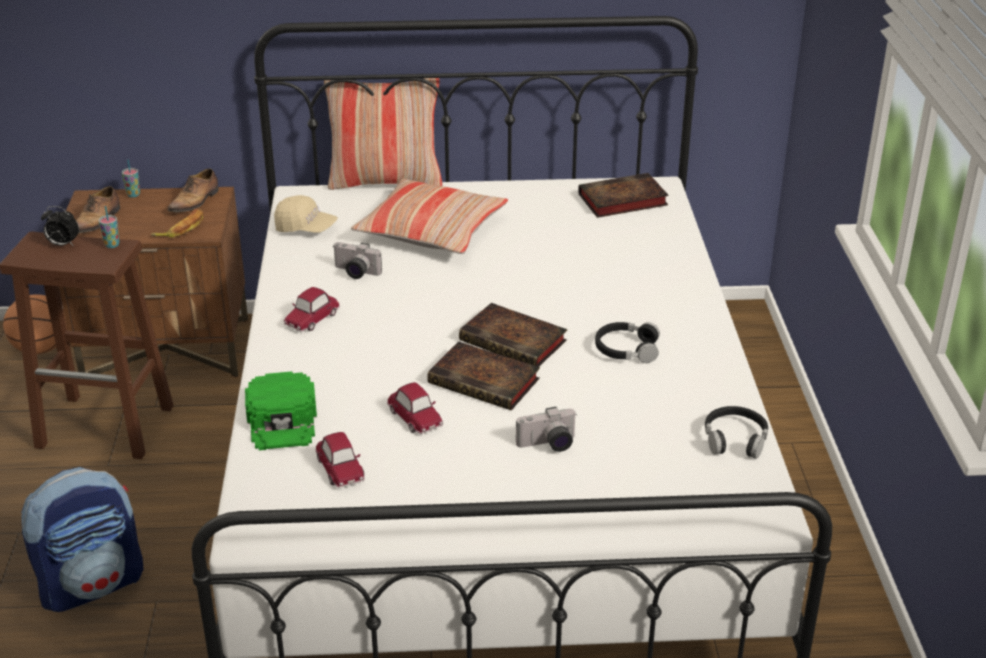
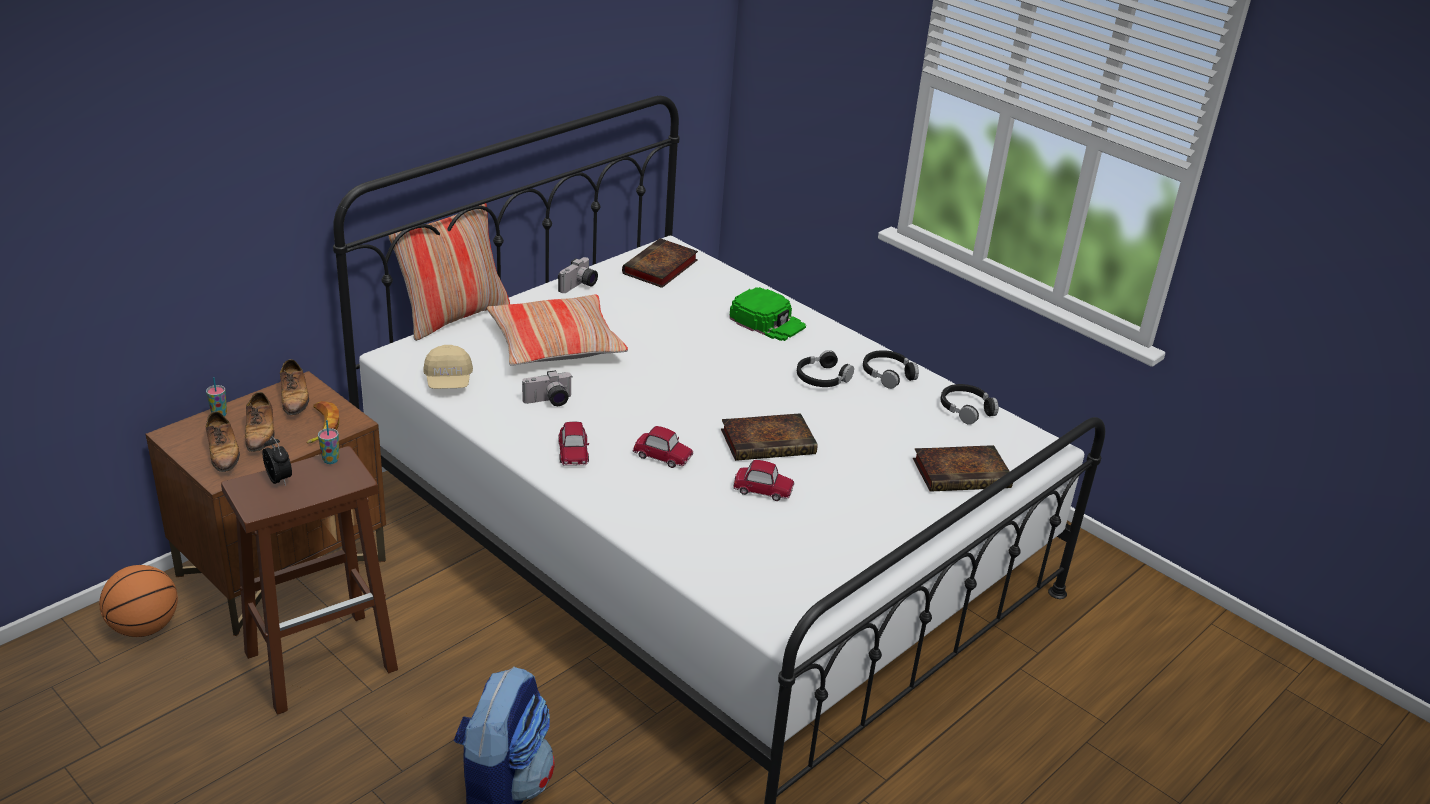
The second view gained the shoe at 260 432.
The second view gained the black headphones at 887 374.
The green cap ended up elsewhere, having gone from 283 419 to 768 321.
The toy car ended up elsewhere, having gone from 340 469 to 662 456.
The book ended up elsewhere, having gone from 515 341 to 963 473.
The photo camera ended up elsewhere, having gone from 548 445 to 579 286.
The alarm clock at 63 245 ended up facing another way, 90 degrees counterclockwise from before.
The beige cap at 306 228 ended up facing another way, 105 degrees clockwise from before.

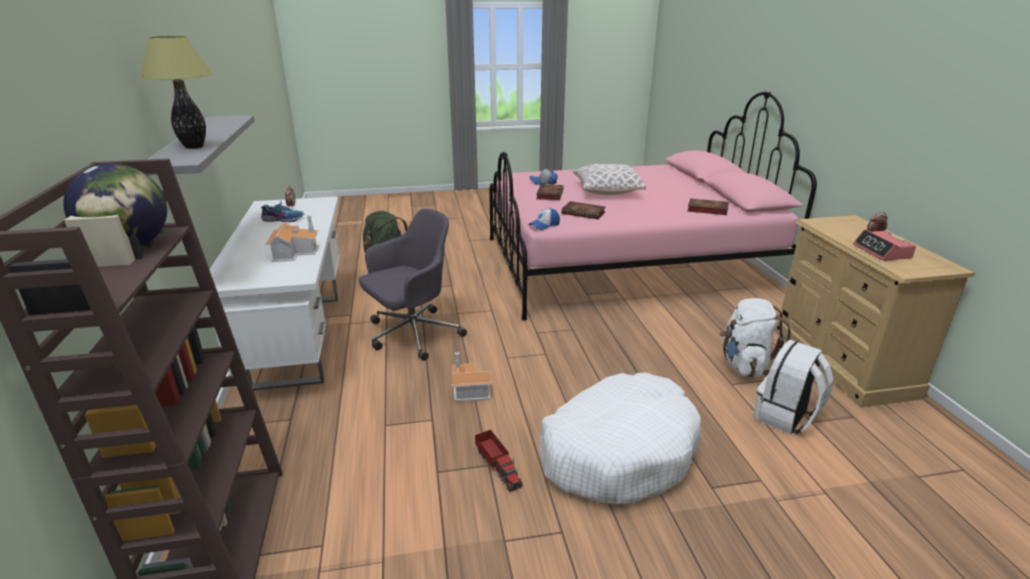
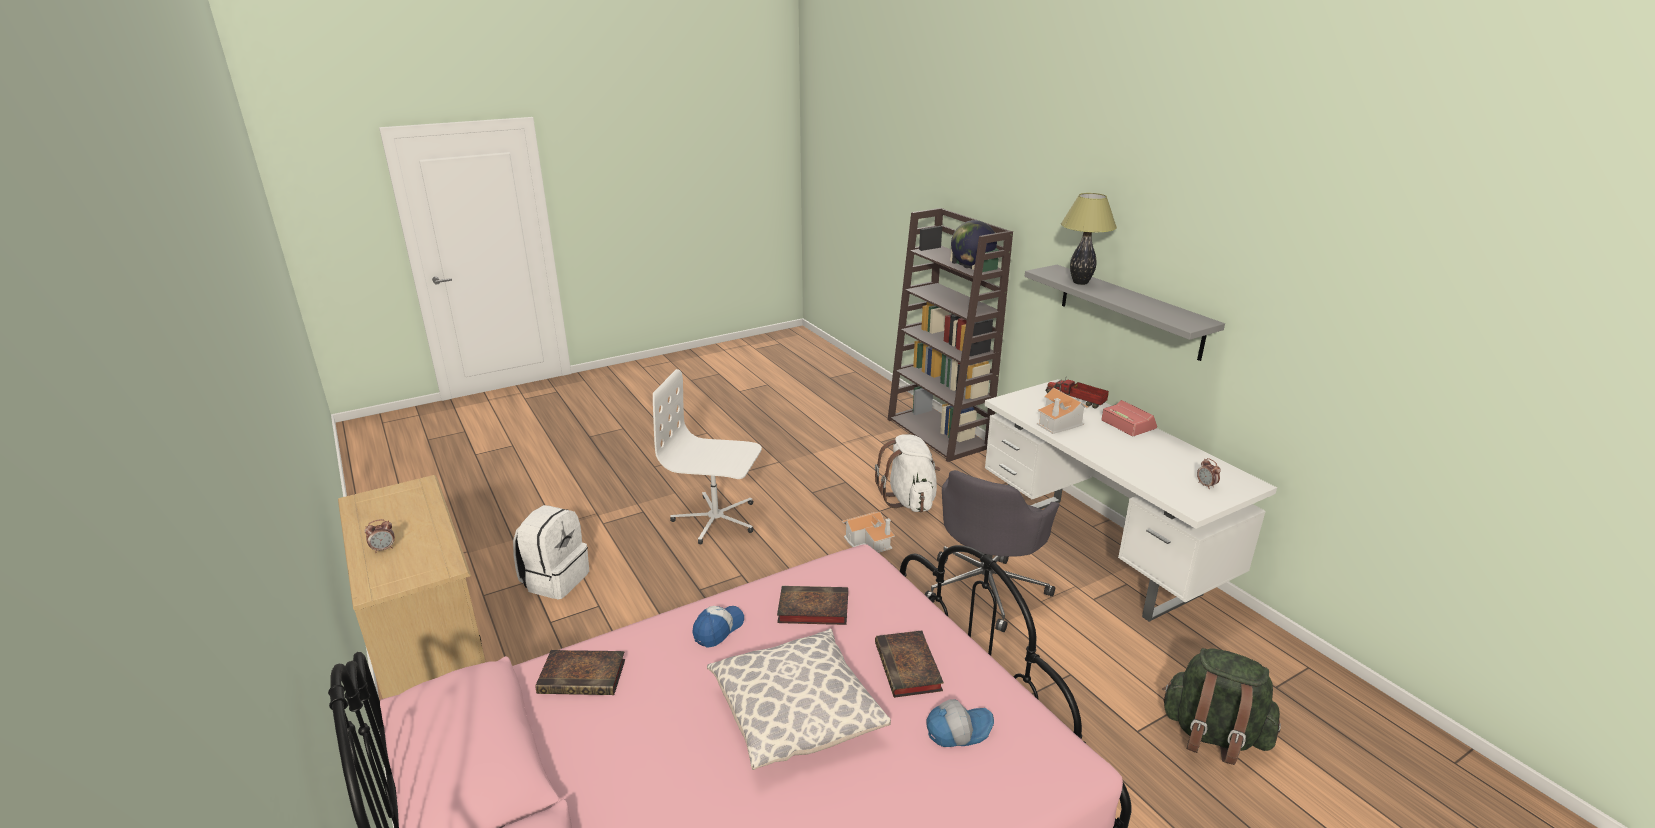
The second view lost the shoe at 283 219.
The toy truck ended up elsewhere, having gone from 498 466 to 1076 399.
The cap ended up elsewhere, having gone from 544 225 to 718 629.
The white backpack ended up elsewhere, having gone from 745 365 to 909 500.
The alarm clock ended up elsewhere, having gone from 882 252 to 1128 424.
Where the white dog bed stood at 618 451, the white office chair came to stand at 716 520.

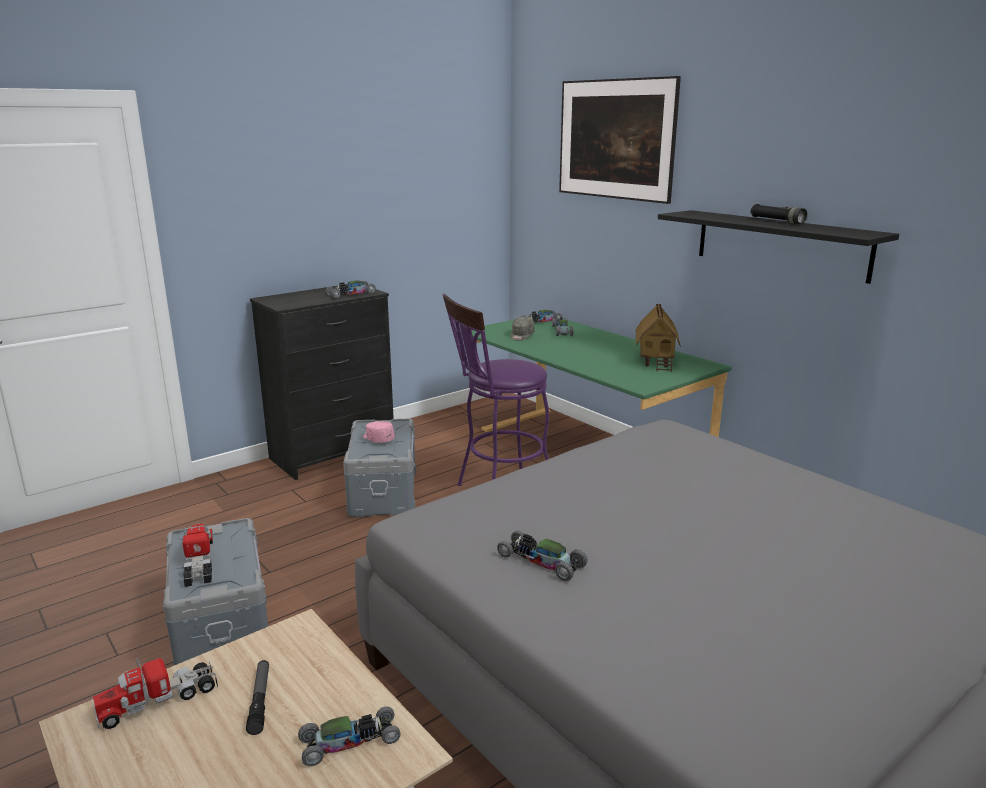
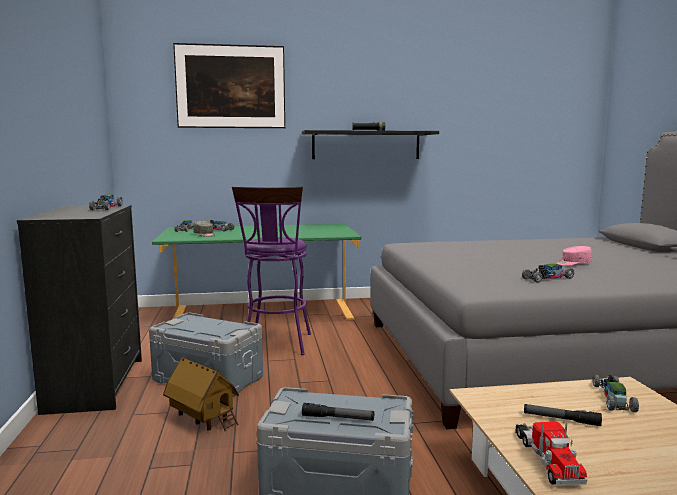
The pink cap ended up elsewhere, having gone from 378 439 to 573 263.
The toy house ended up elsewhere, having gone from 656 361 to 203 419.
Where the toy truck stood at 199 562, the flashlight came to stand at 338 418.

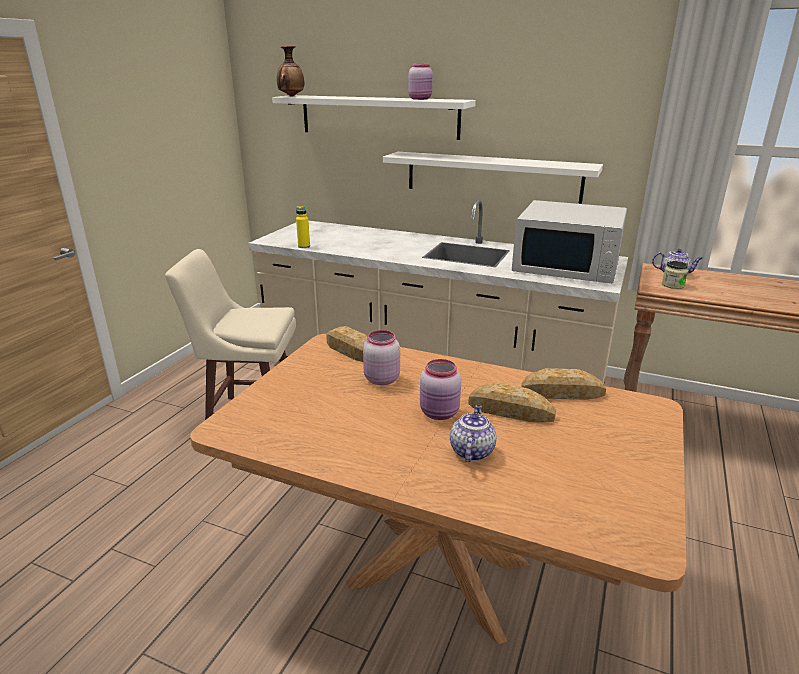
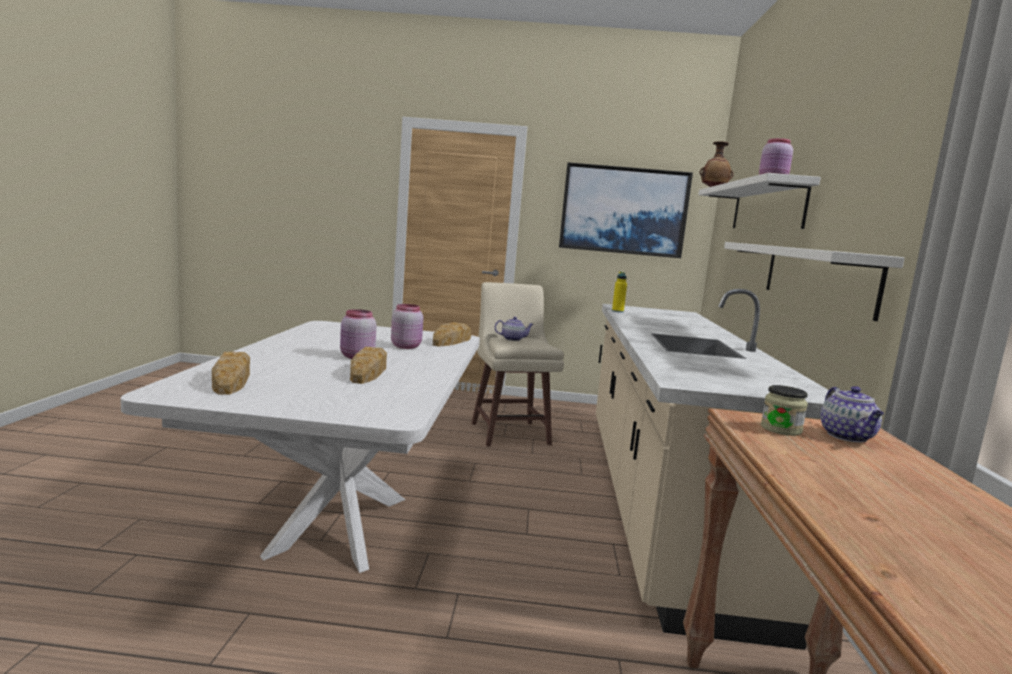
The second view lost the white microwave at 568 266.
The second view gained the picture at 623 210.
The teapot ended up elsewhere, having gone from 471 451 to 513 339.
The bread ended up elsewhere, having gone from 562 392 to 231 381.
What was the brown dining table at 438 572 turned into the white dining table at 342 524.

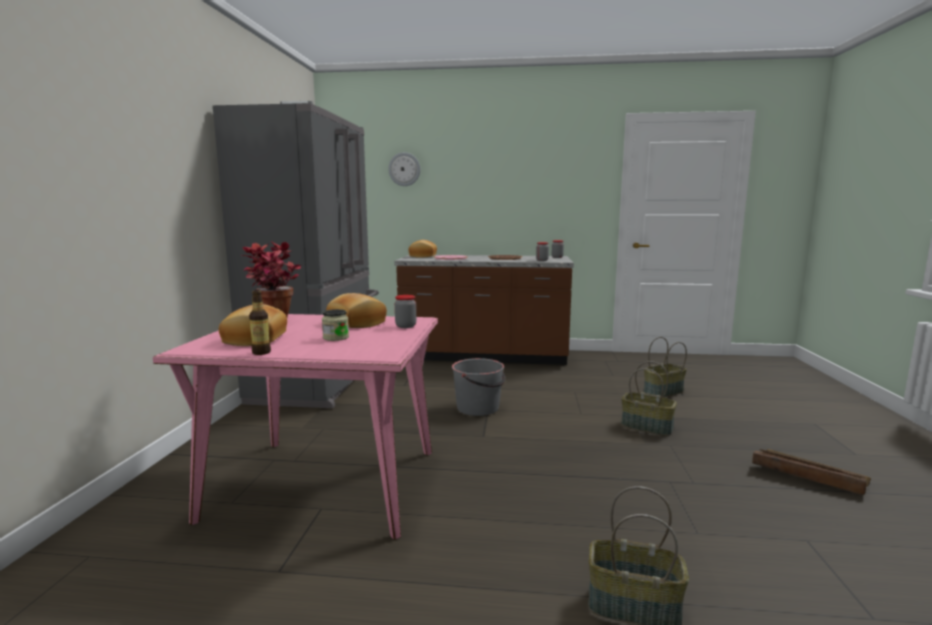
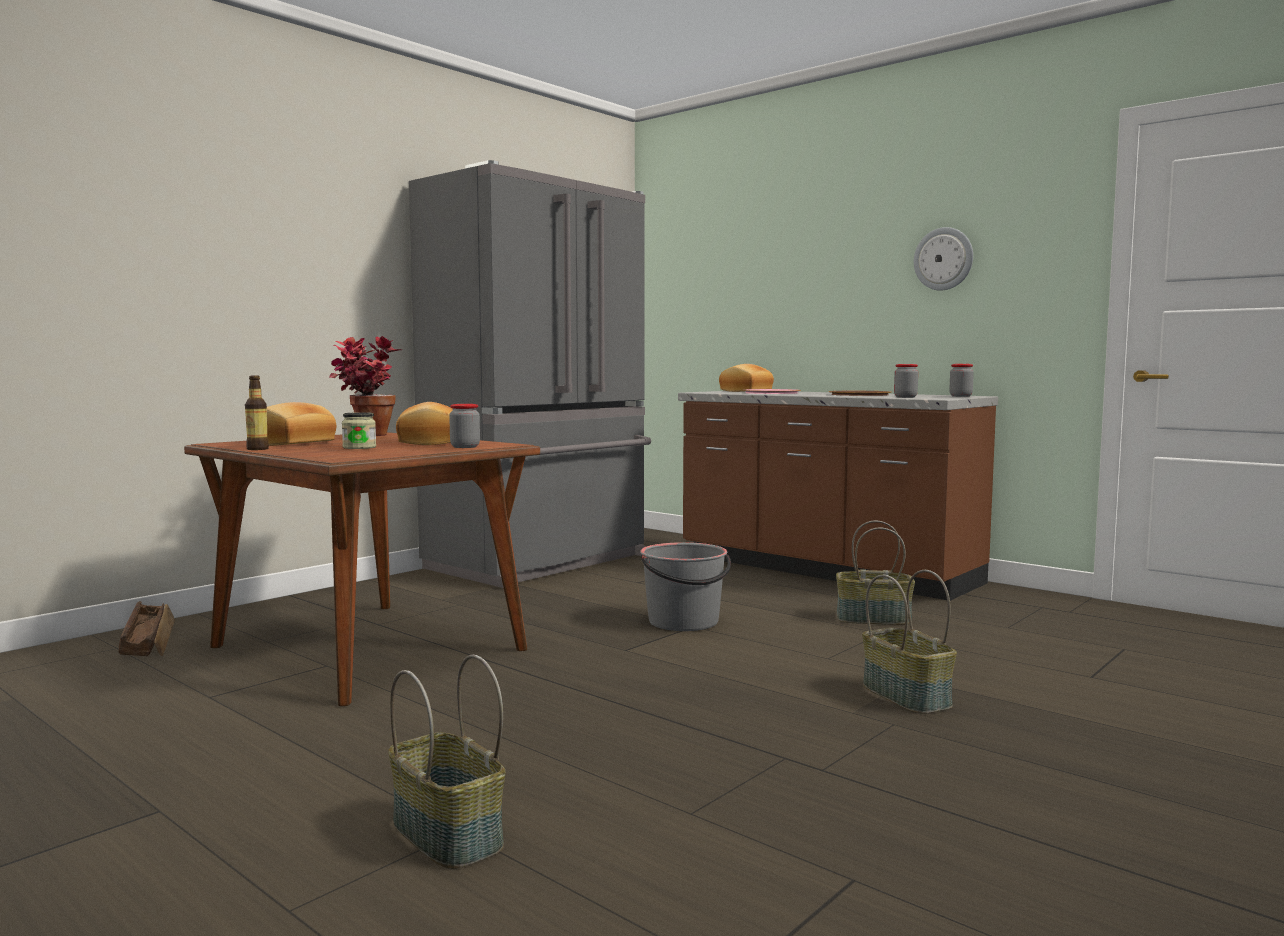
The wall clock ended up elsewhere, having gone from 404 169 to 943 259.
The basket ended up elsewhere, having gone from 663 392 to 873 619.
The crate ended up elsewhere, having gone from 806 478 to 149 639.
What was the pink dining table at 324 484 turned into the brown dining table at 367 648.

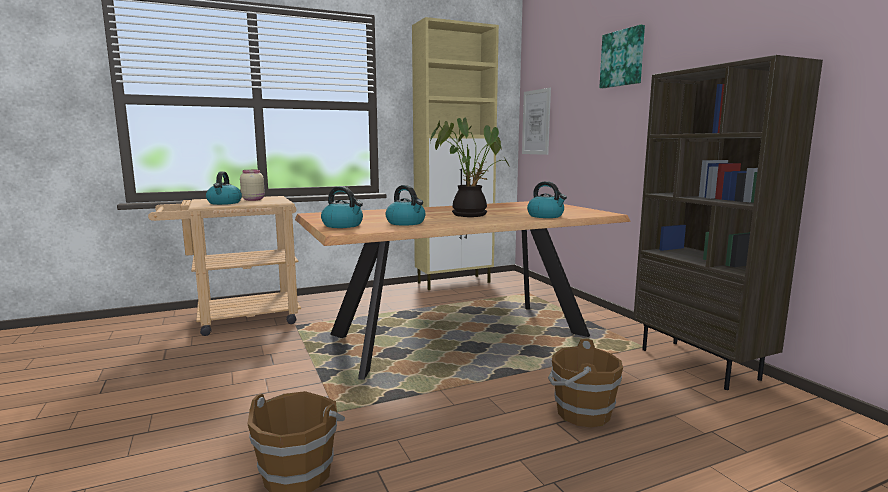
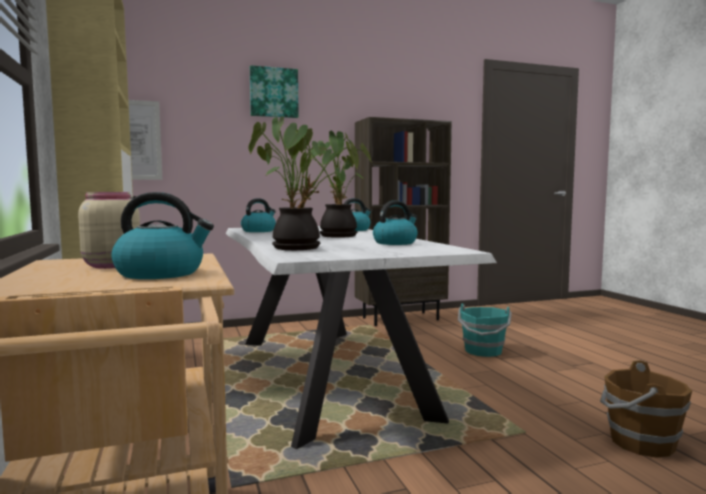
The second view gained the potted plant at 300 247.
The kettle ended up elsewhere, having gone from 343 225 to 259 231.
What was the brown dining table at 460 336 turned into the white dining table at 327 376.
What was the brown bucket at 581 413 turned into the turquoise bucket at 483 351.

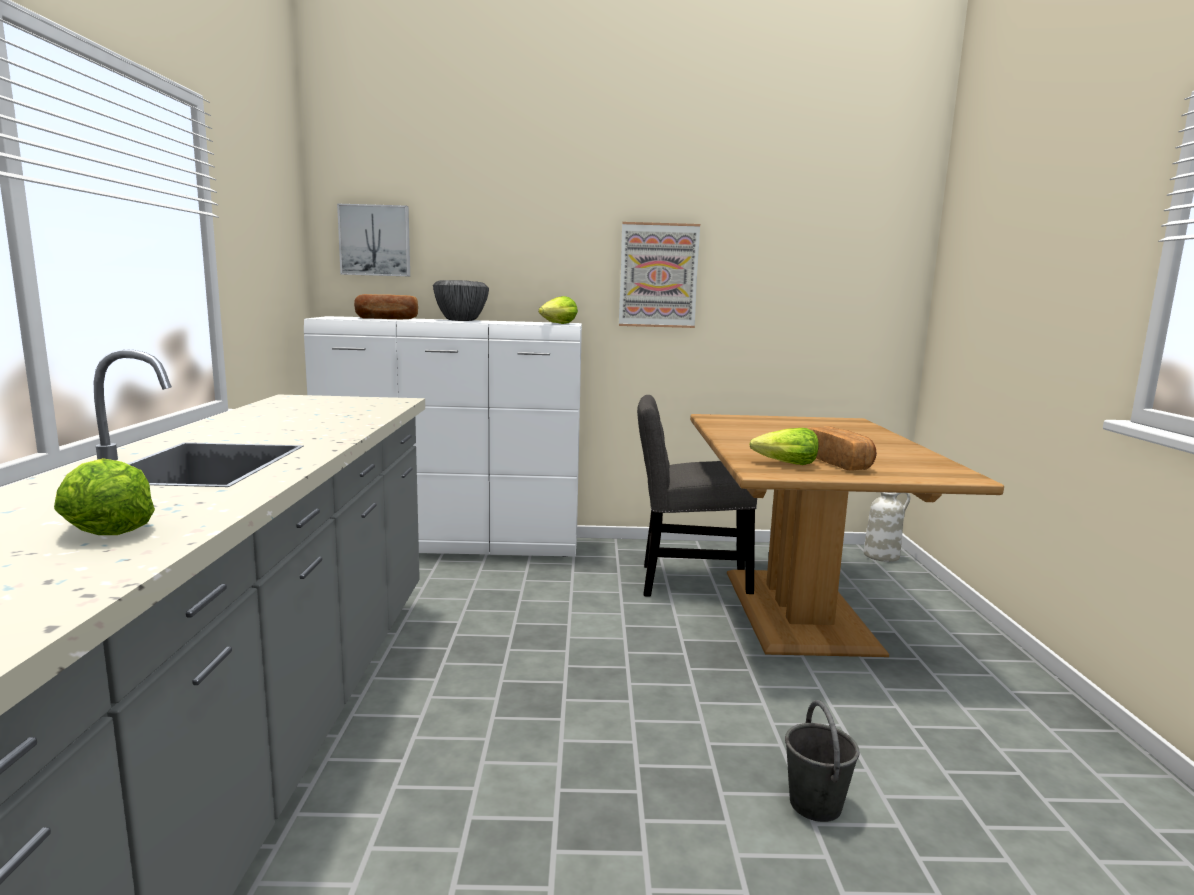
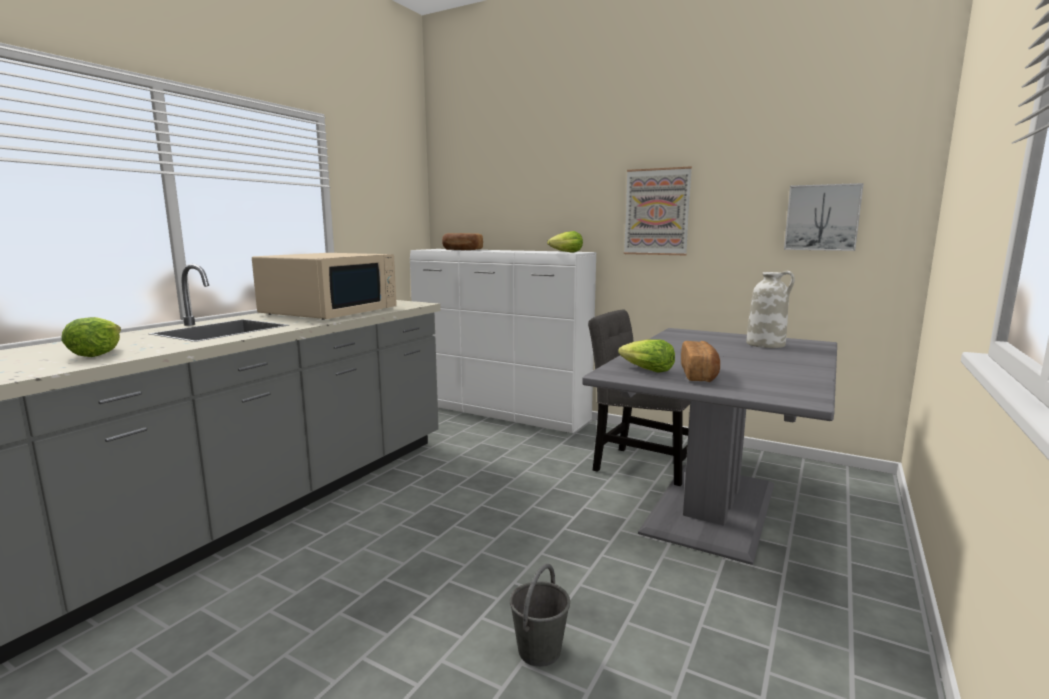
The second view lost the bowl at 461 320.
The second view gained the beige microwave at 331 311.
The picture ended up elsewhere, having gone from 375 240 to 822 217.
The white vase ended up elsewhere, having gone from 882 556 to 766 344.
What was the brown dining table at 800 610 turned into the grey dining table at 714 508.

